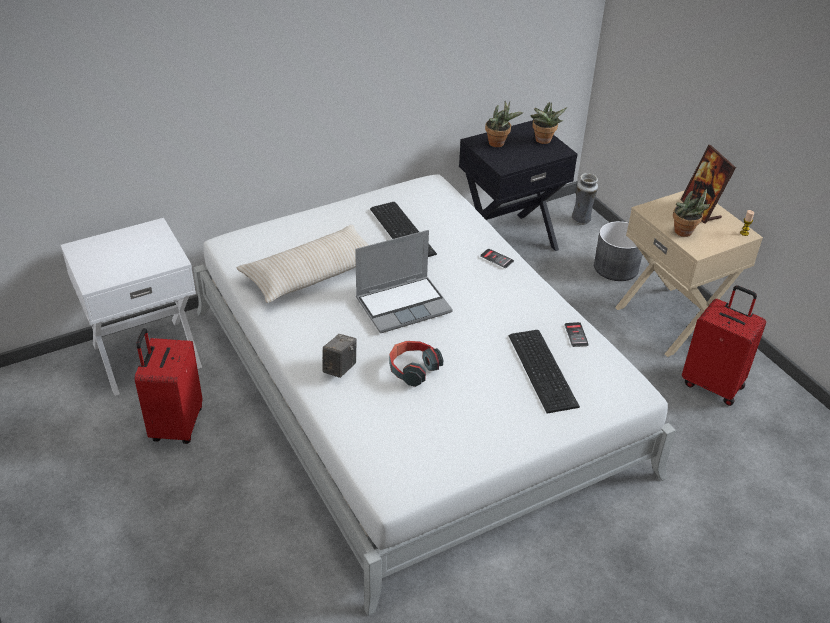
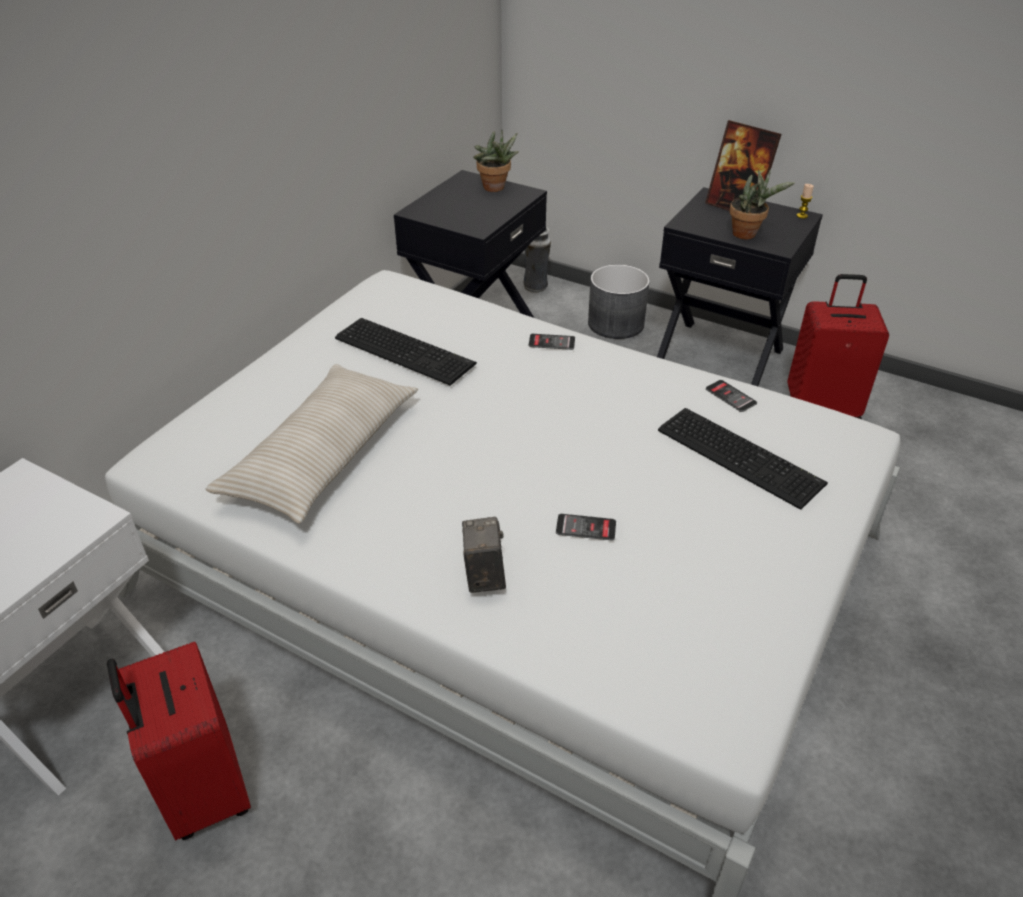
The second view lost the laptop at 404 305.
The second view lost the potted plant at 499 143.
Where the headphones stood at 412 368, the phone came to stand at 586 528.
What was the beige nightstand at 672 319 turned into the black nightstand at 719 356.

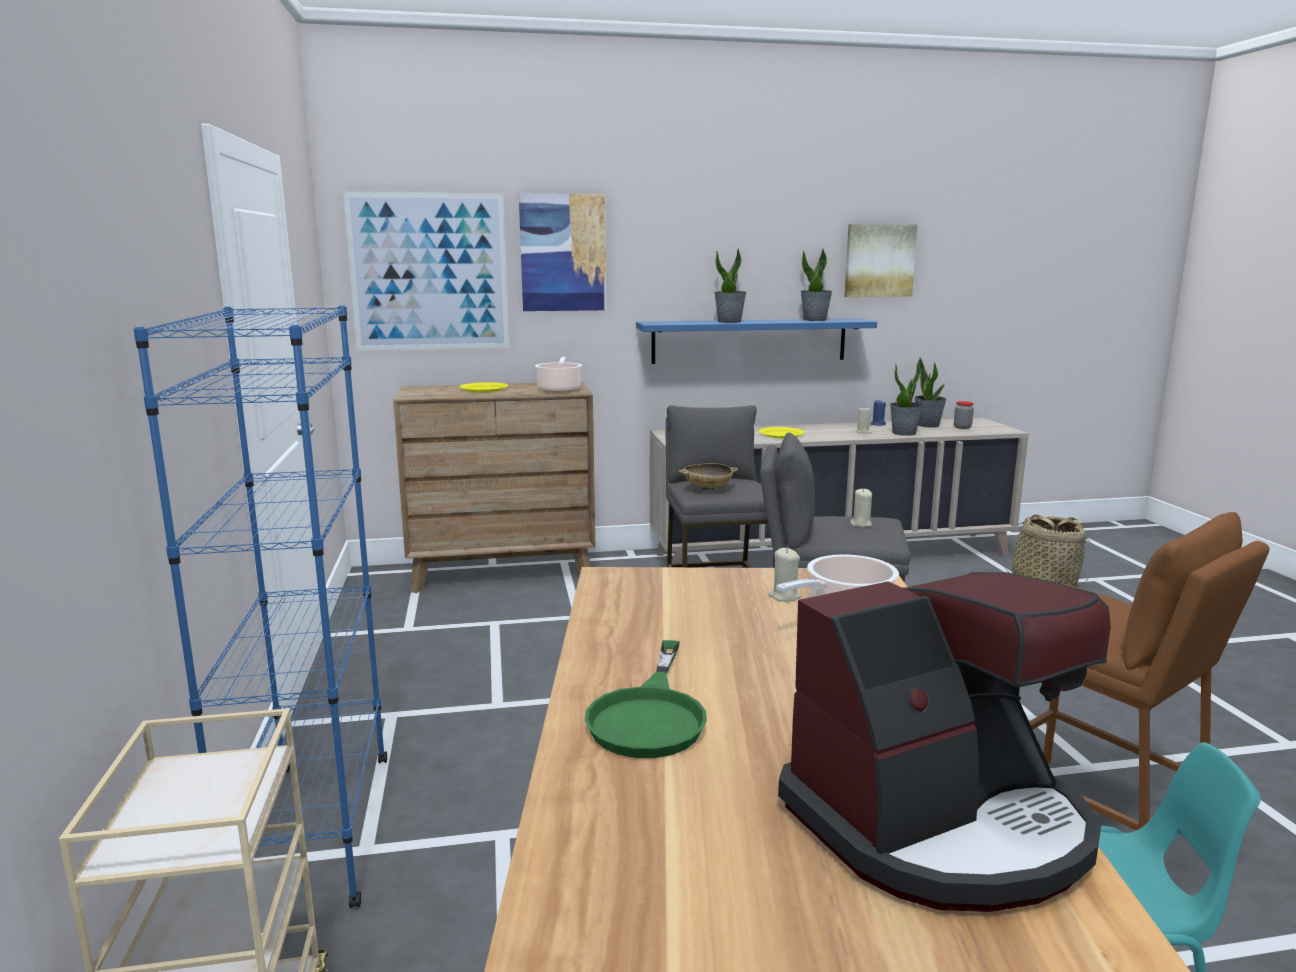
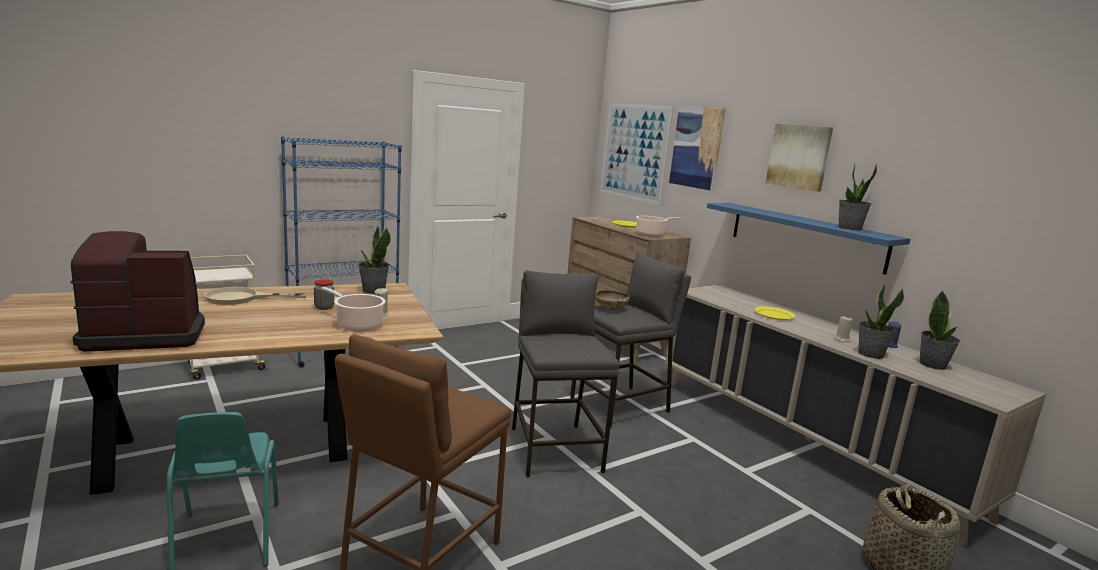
The second view lost the beige candle at 860 524.
The potted plant ended up elsewhere, having gone from 729 321 to 373 291.
The picture ended up elsewhere, having gone from 879 260 to 799 156.
The jar ended up elsewhere, having gone from 962 427 to 324 307.
What was the green frying pan at 650 715 turned into the beige frying pan at 242 298.
The coffee machine at 940 824 ended up facing another way, 120 degrees clockwise from before.

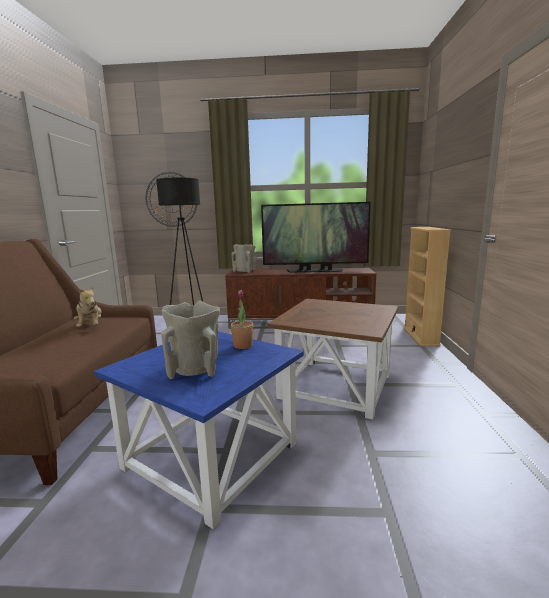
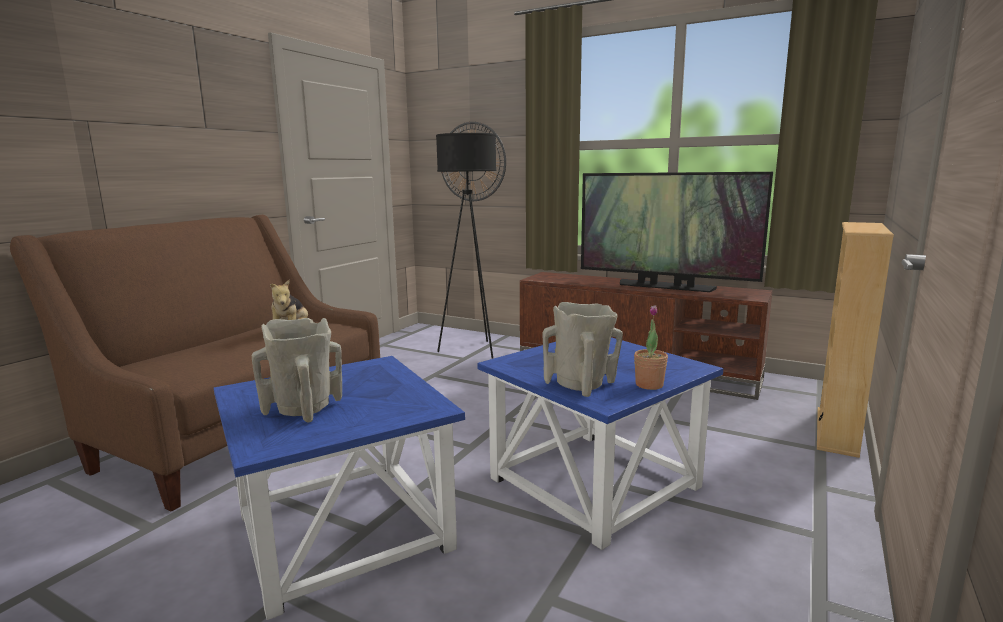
The beige vase ended up elsewhere, having gone from 245 271 to 582 385.
The potted plant ended up elsewhere, having gone from 243 345 to 649 385.
What was the brown side table at 337 386 turned into the blue side table at 597 483.

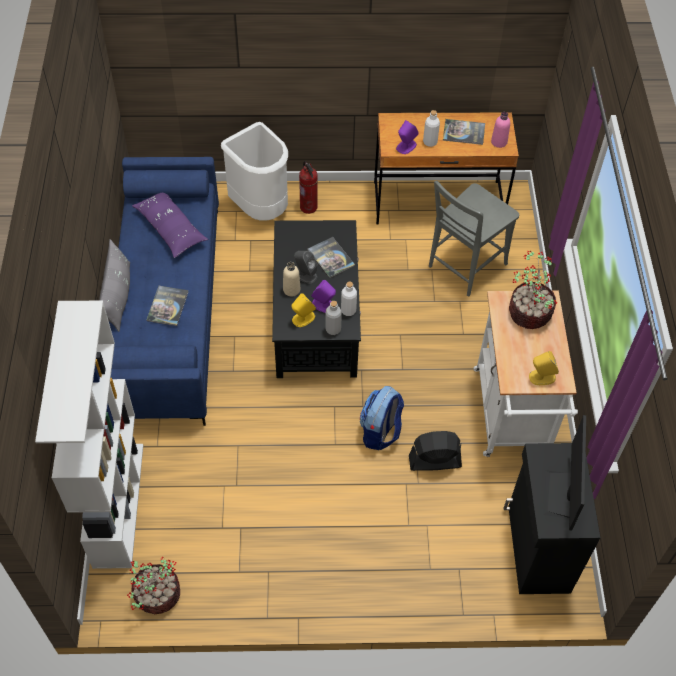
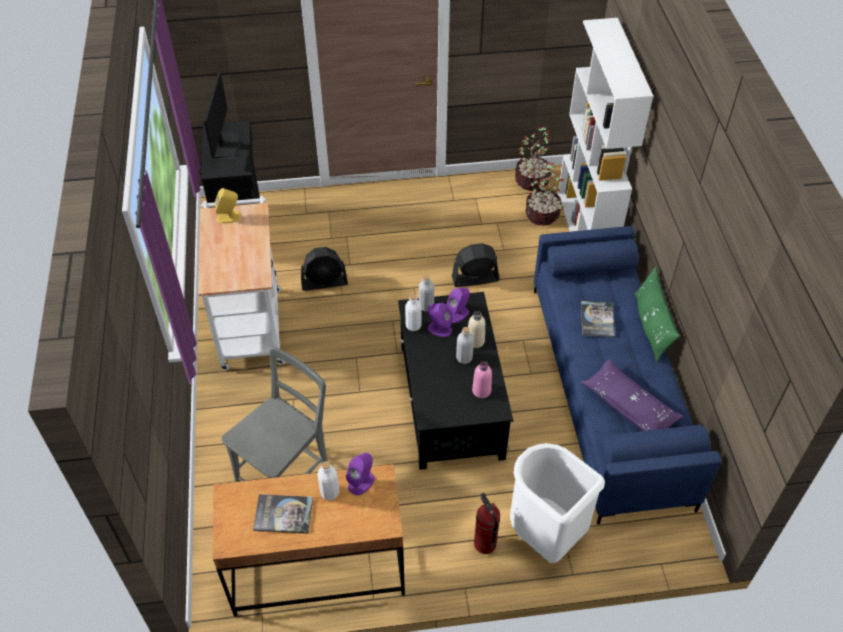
The second view lost the book at 331 258.
The second view lost the backpack at 380 432.
The second view gained the black fan at 475 278.
The pink bottle ended up elsewhere, having gone from 499 142 to 481 390.
The potted plant ended up elsewhere, having gone from 528 312 to 543 215.
Where the grey speaker stood at 305 275, the grey bottle came to stand at 464 358.
What was the grey pillow at 118 296 turned into the green pillow at 651 326.
What was the yellow speaker at 303 318 turned into the purple speaker at 457 314.

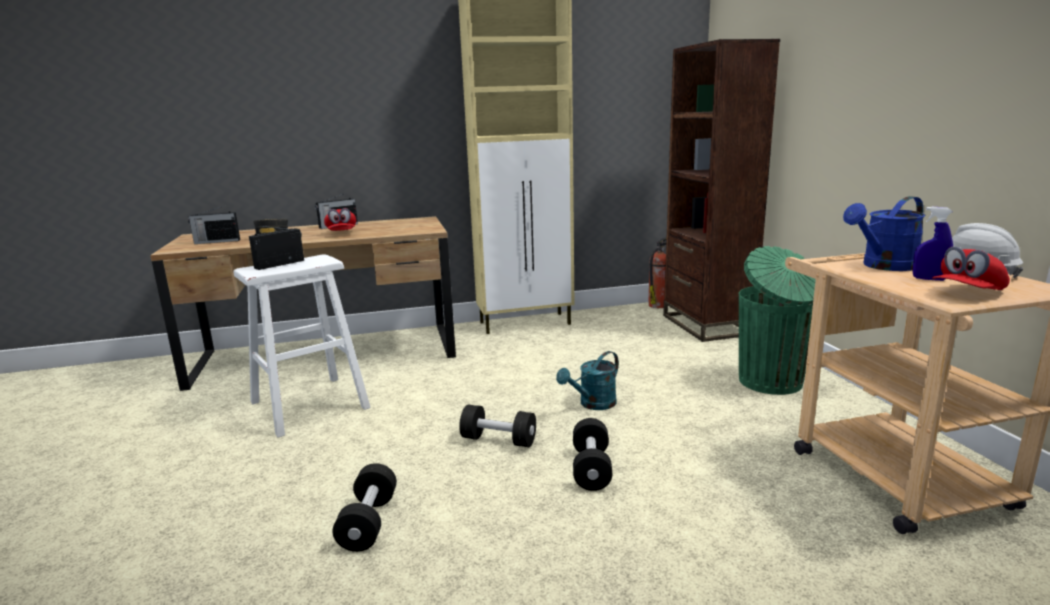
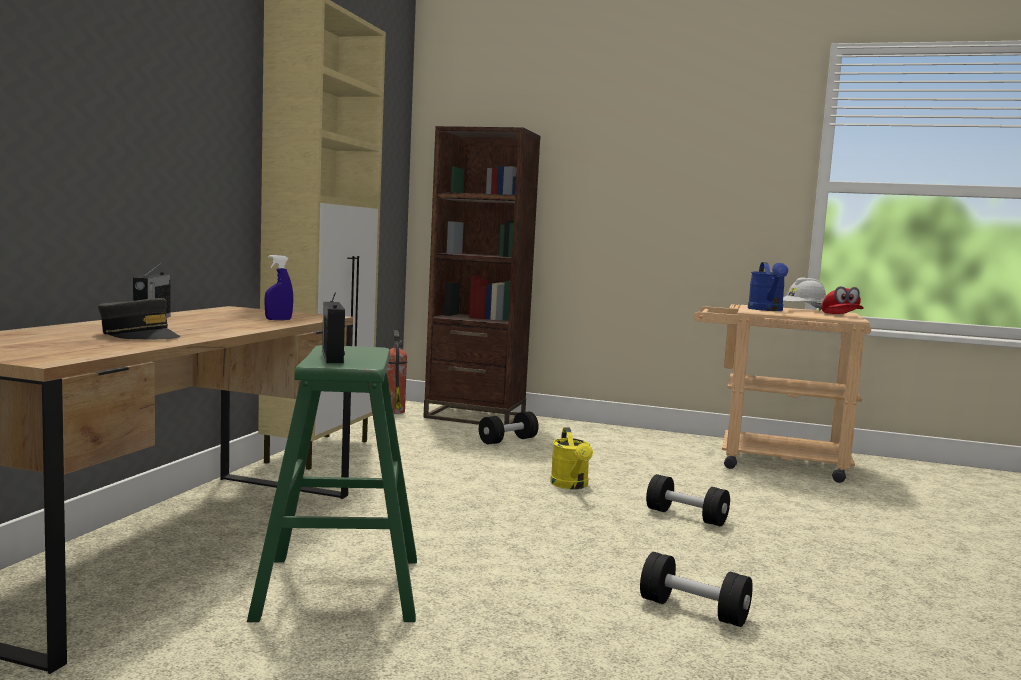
The second view lost the radio at 216 241.
The second view lost the red cap at 341 233.
The second view lost the green trash can at 771 382.
The black dumbbell ended up elsewhere, having gone from 498 440 to 508 440.
The blue spray bottle ended up elsewhere, having gone from 929 279 to 278 319.
What was the white stool at 309 405 turned into the green stool at 340 588.
What was the turquoise watering can at 593 404 turned into the yellow watering can at 571 485.

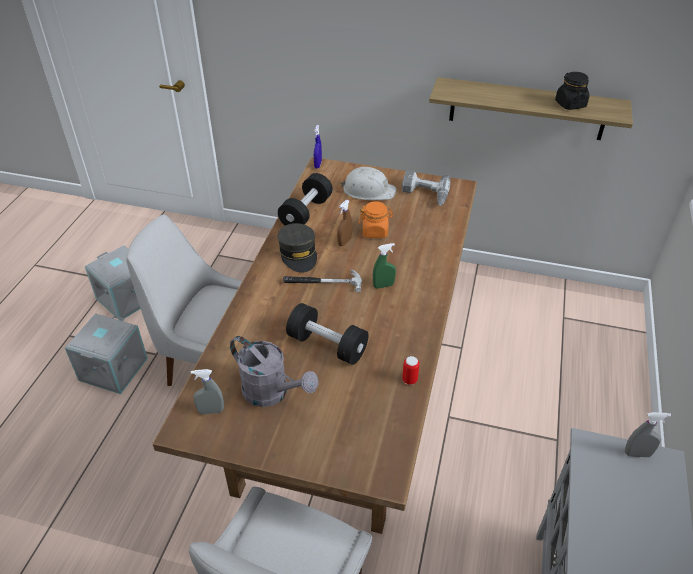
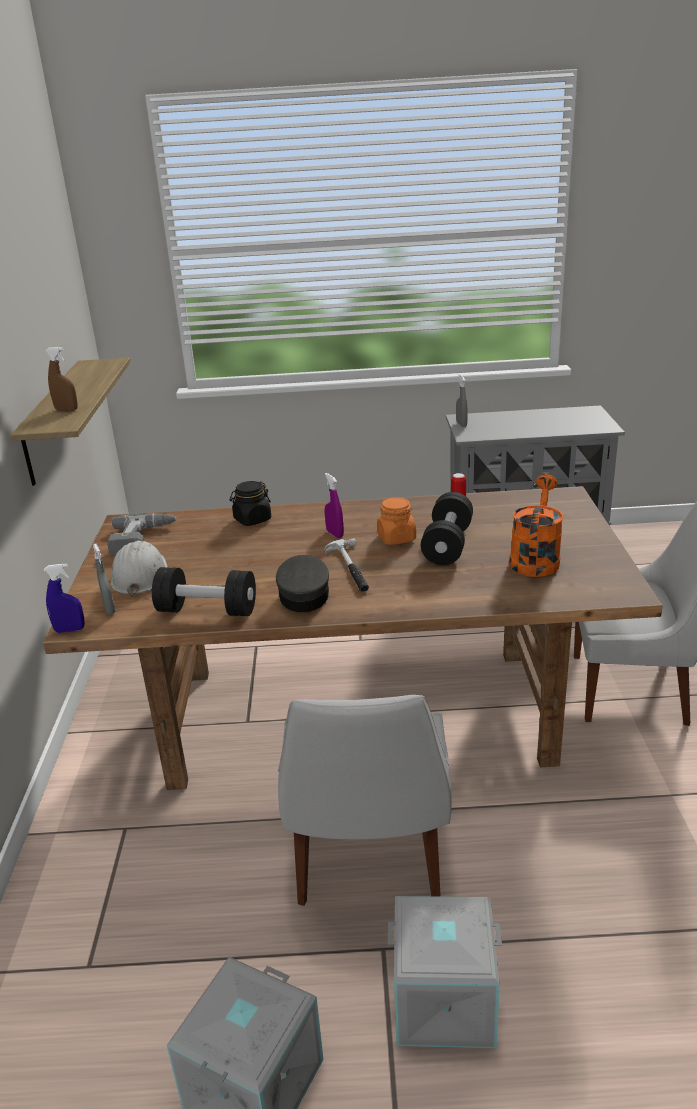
The grey spray bottle ended up elsewhere, having gone from 211 411 to 109 609.
The brown spray bottle ended up elsewhere, having gone from 344 242 to 66 410.
The orange jar ended up elsewhere, having gone from 375 231 to 396 538.
The black jar ended up elsewhere, having gone from 570 104 to 252 519.
What was the grey watering can at 272 393 turned into the orange watering can at 535 558.
What was the green spray bottle at 383 285 turned into the purple spray bottle at 335 534.
The grey cap at 298 254 ended up facing another way, 60 degrees counterclockwise from before.

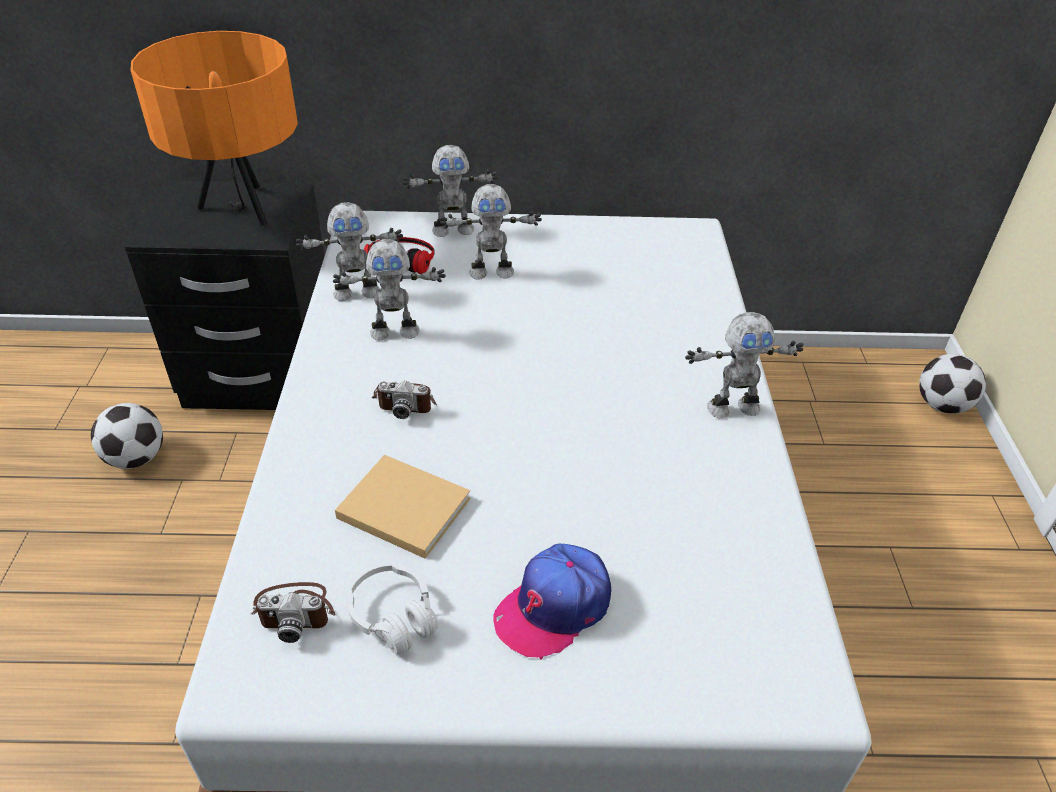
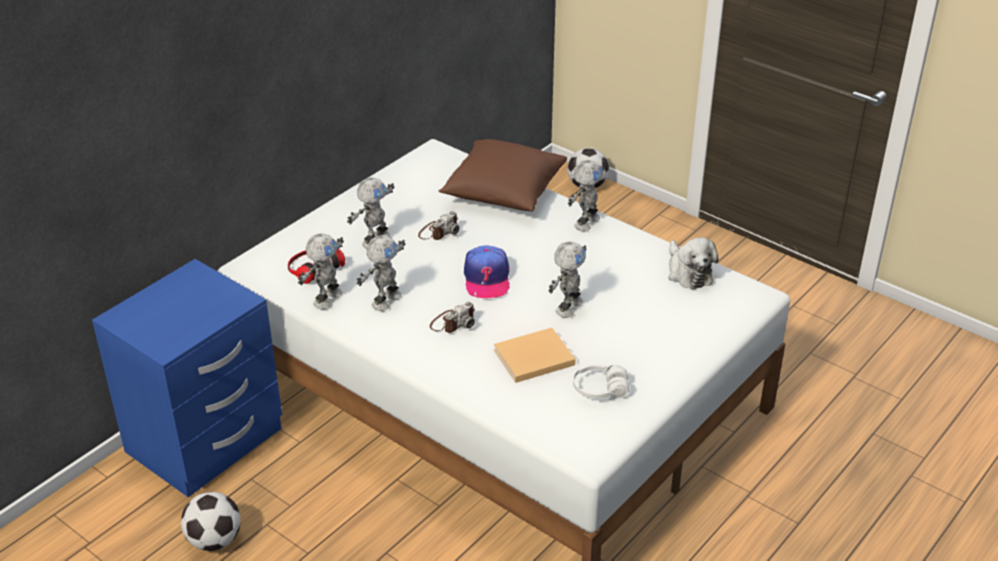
The second view lost the orange table lamp at 243 211.
The second view gained the brown pillow at 503 192.
The second view gained the plush toy at 688 272.
The photo camera ended up elsewhere, having gone from 295 610 to 438 231.
The toy robot ended up elsewhere, having gone from 453 230 to 567 307.
The cap ended up elsewhere, having gone from 553 607 to 486 278.
What was the black nightstand at 262 376 turned into the blue nightstand at 206 442.

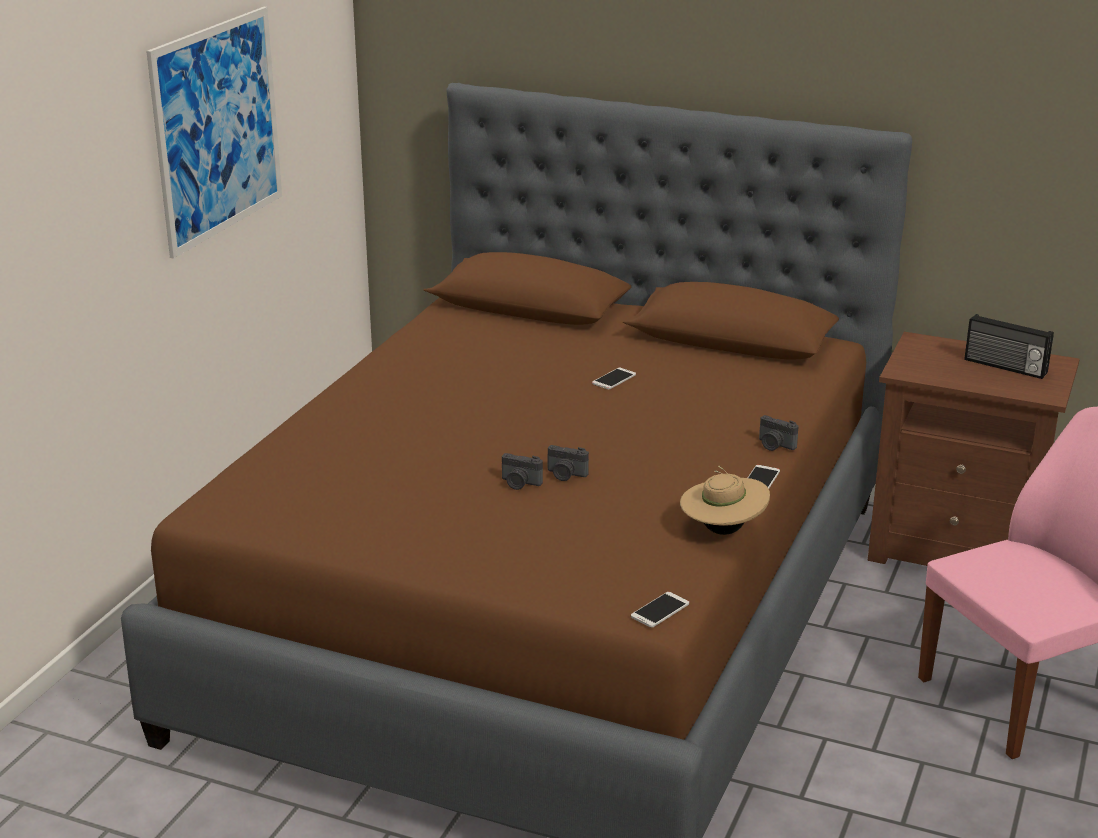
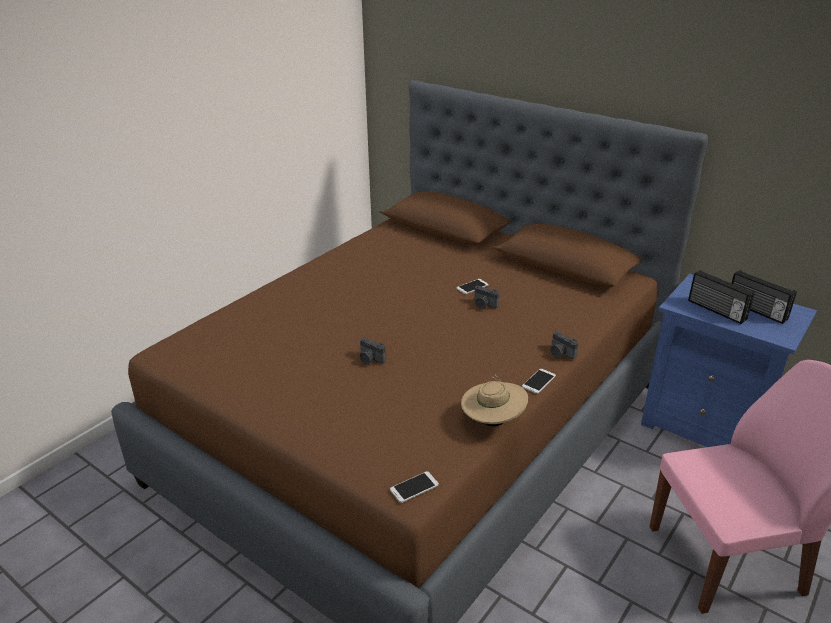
The second view lost the picture at 217 129.
The second view gained the radio at 716 310.
The photo camera ended up elsewhere, having gone from 565 475 to 484 305.
What was the brown nightstand at 957 551 turned into the blue nightstand at 707 427.

